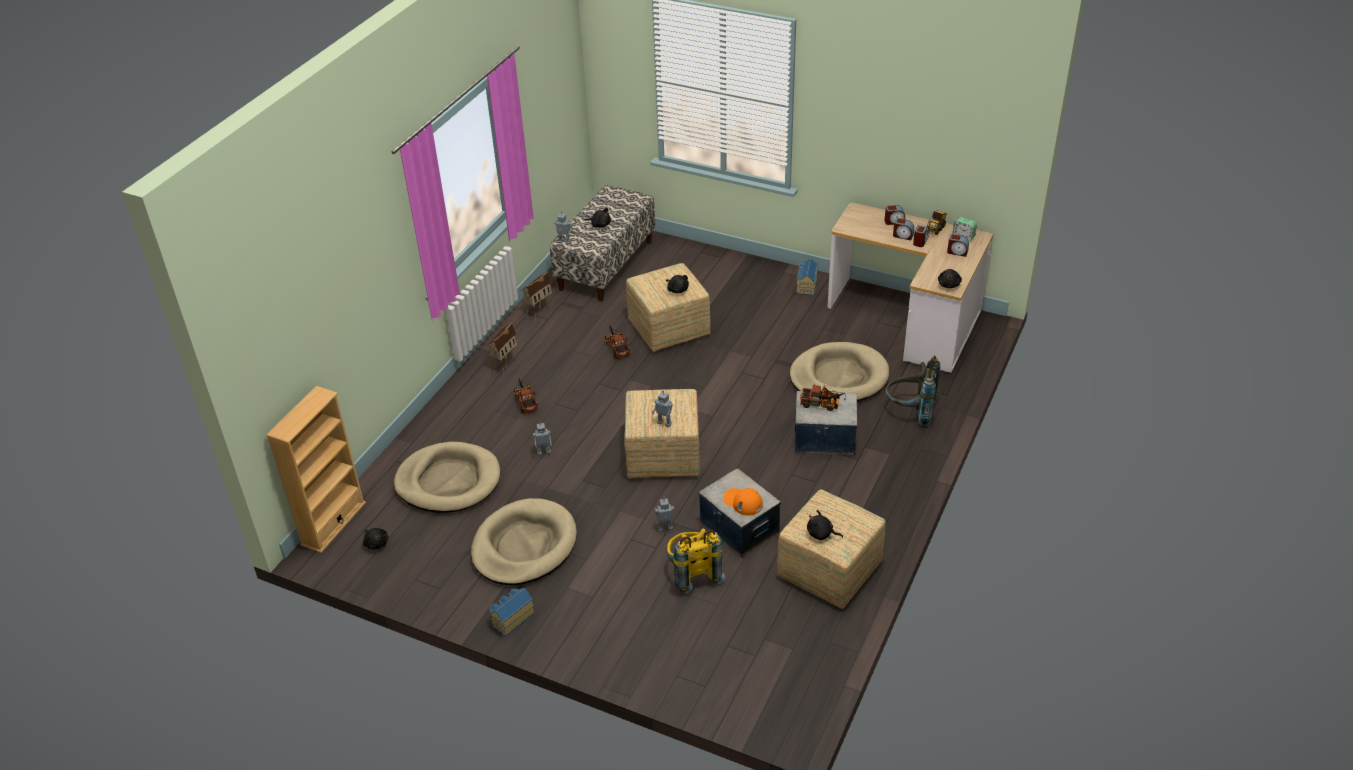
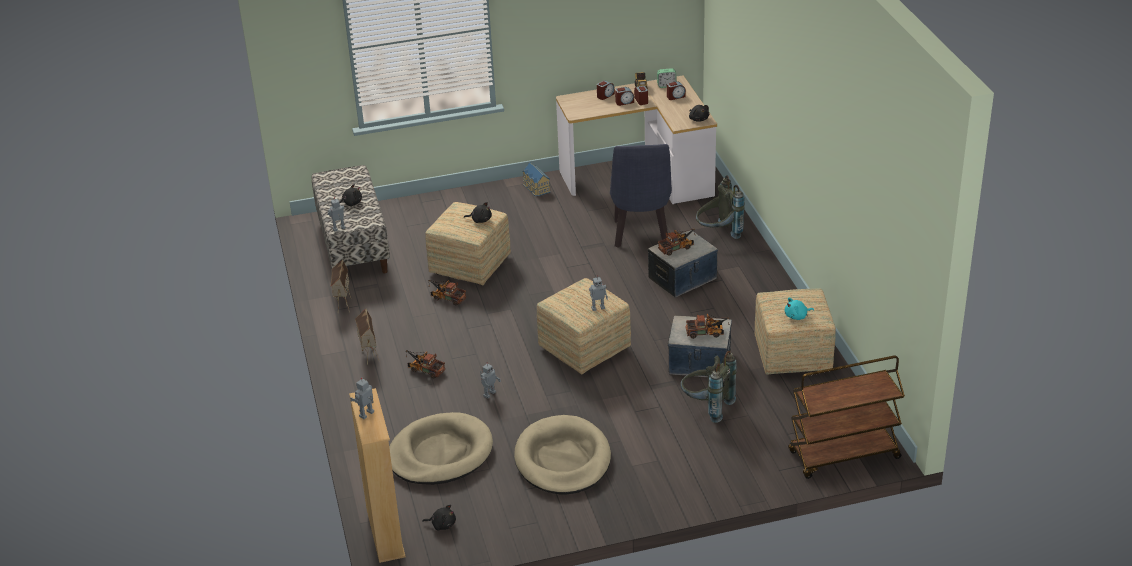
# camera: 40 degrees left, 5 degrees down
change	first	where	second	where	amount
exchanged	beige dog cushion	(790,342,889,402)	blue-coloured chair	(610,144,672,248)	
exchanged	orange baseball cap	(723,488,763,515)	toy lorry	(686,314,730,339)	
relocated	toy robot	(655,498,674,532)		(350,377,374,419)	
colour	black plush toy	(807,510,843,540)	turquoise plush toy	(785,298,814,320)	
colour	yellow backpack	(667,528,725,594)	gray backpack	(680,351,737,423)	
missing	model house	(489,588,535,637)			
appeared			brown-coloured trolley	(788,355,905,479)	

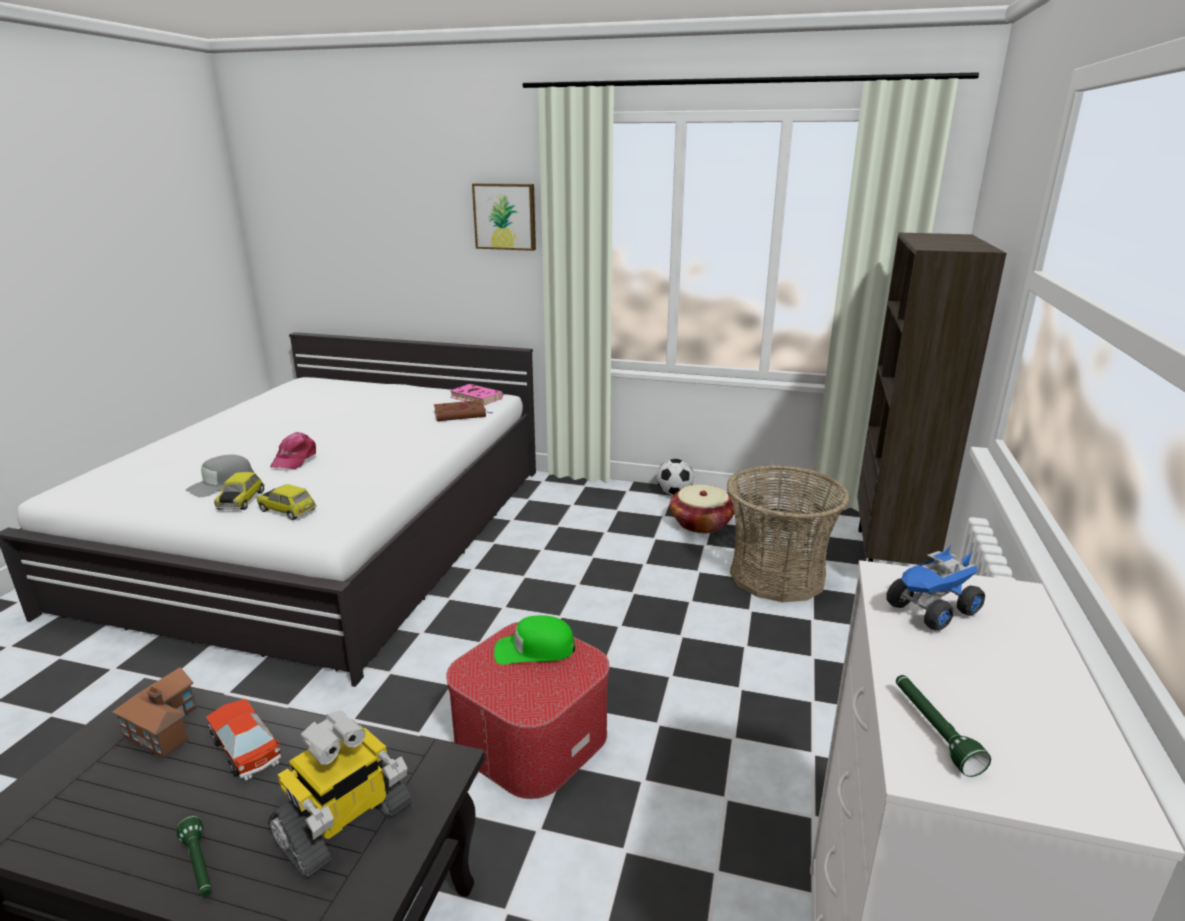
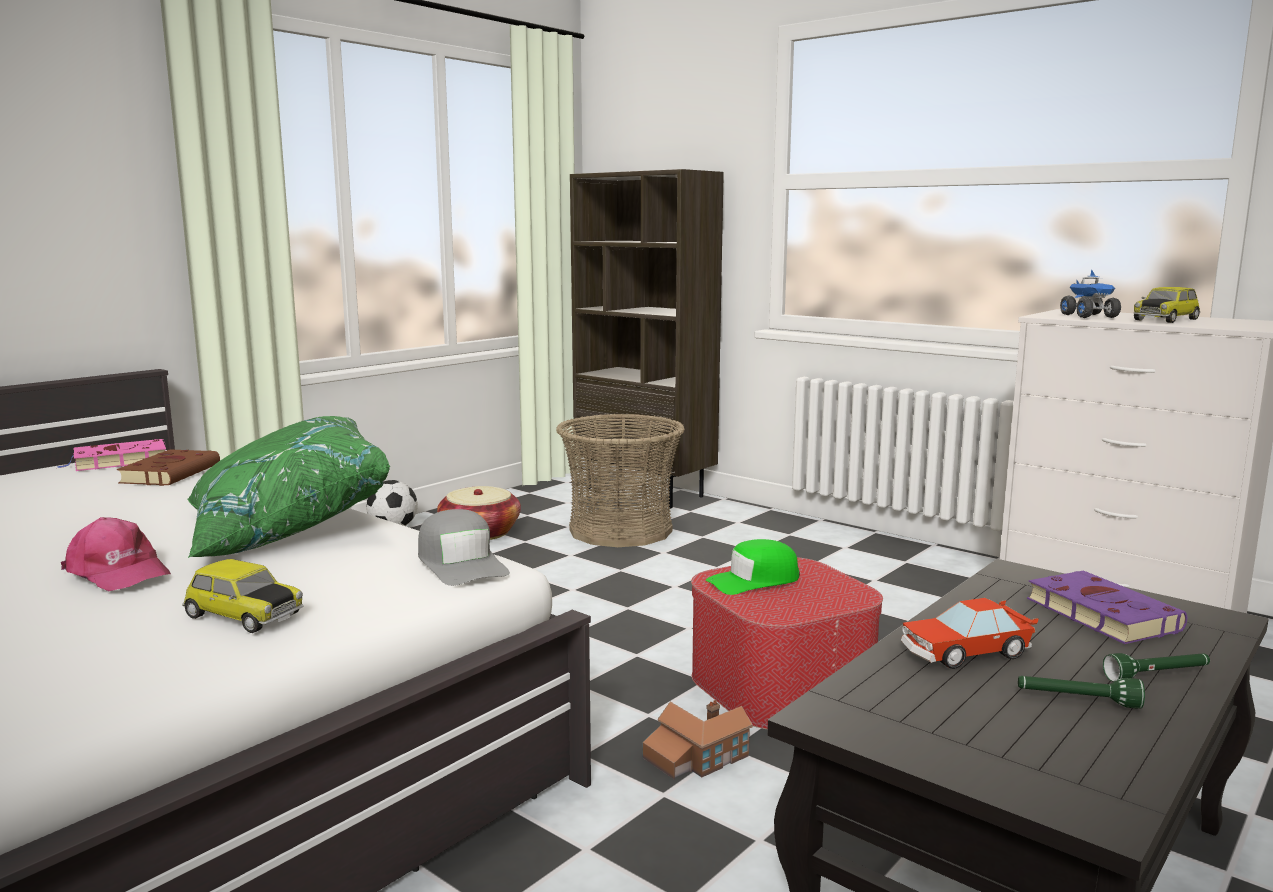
# camera: 65 degrees left, 10 degrees down
change	first	where	second	where	amount
missing	wall art	(472,183,536,251)			
relocated	gray baseball cap	(185,455,254,497)		(418,509,510,586)	
relocated	model car	(257,484,317,520)		(1133,287,1201,323)	
spun	green-coloured baseball cap	(494,615,575,665)		(706,539,800,595)	45 degrees clockwise
relocated	model house	(113,667,197,759)		(642,700,753,779)	
relocated	green-coloured flashlight	(896,675,991,777)		(1018,676,1145,709)	
exchanged	toy robot	(268,710,412,880)	purplish bound book	(1027,570,1187,644)	
appeared			green-coloured throw pillow	(188,416,390,558)	

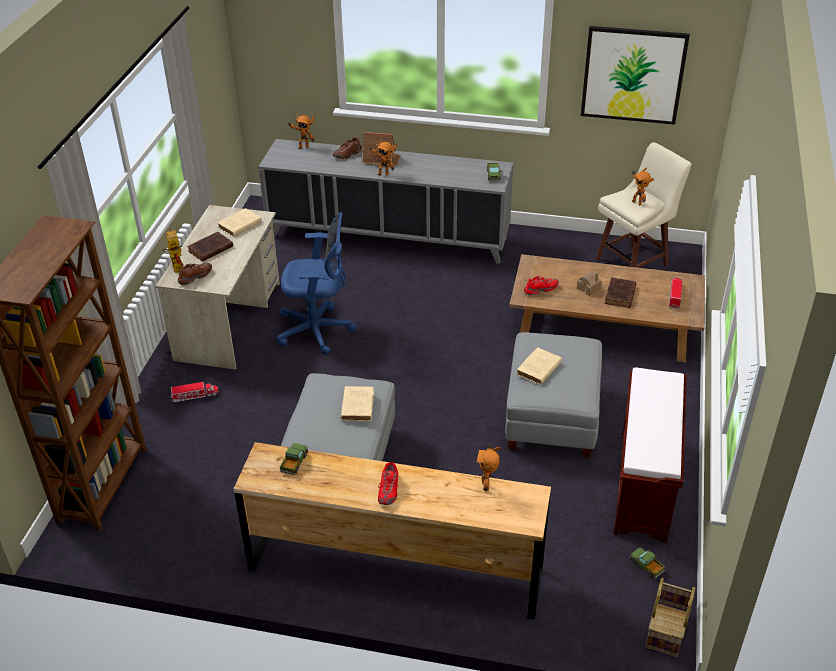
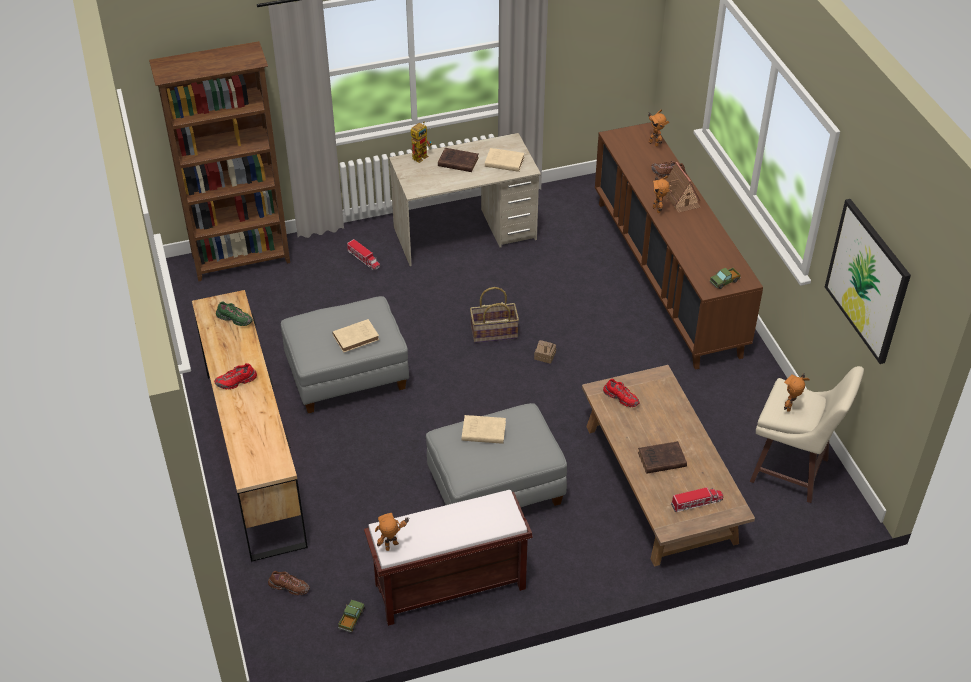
# camera: 60 degrees right, 5 degrees up
change	first	where	second	where	amount
colour	gray storage cabinet	(258,139,513,264)	brown-coloured storage cabinet	(595,122,763,370)	
missing	blue-coloured computer chair	(276,212,357,355)			
relocated	brown-coloured low shoe	(178,263,212,285)		(268,571,310,595)	
relocated	model house	(577,270,602,296)		(534,340,556,364)	
exchanged	toy lorry	(280,443,308,475)	green-coloured low shoe	(216,301,253,326)	
relocated	toy robot	(477,443,501,492)		(375,513,409,551)	
relocated	household basket	(645,578,695,658)		(470,287,519,343)	

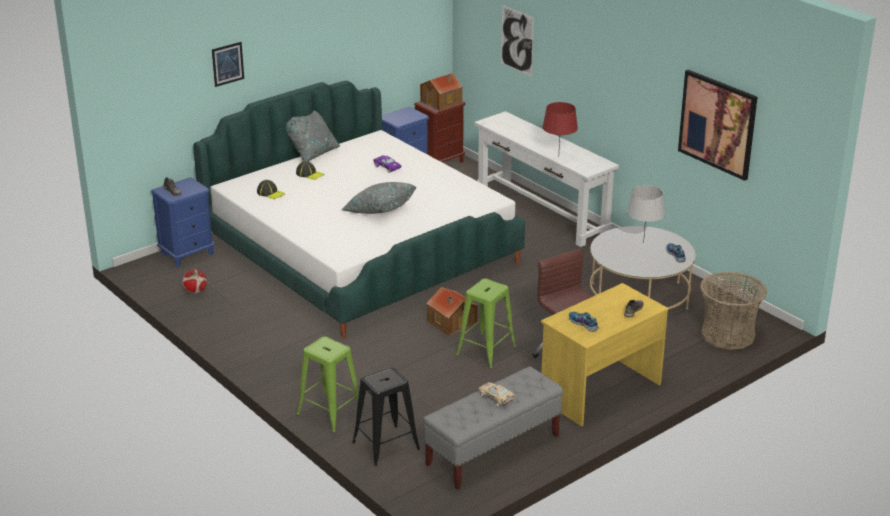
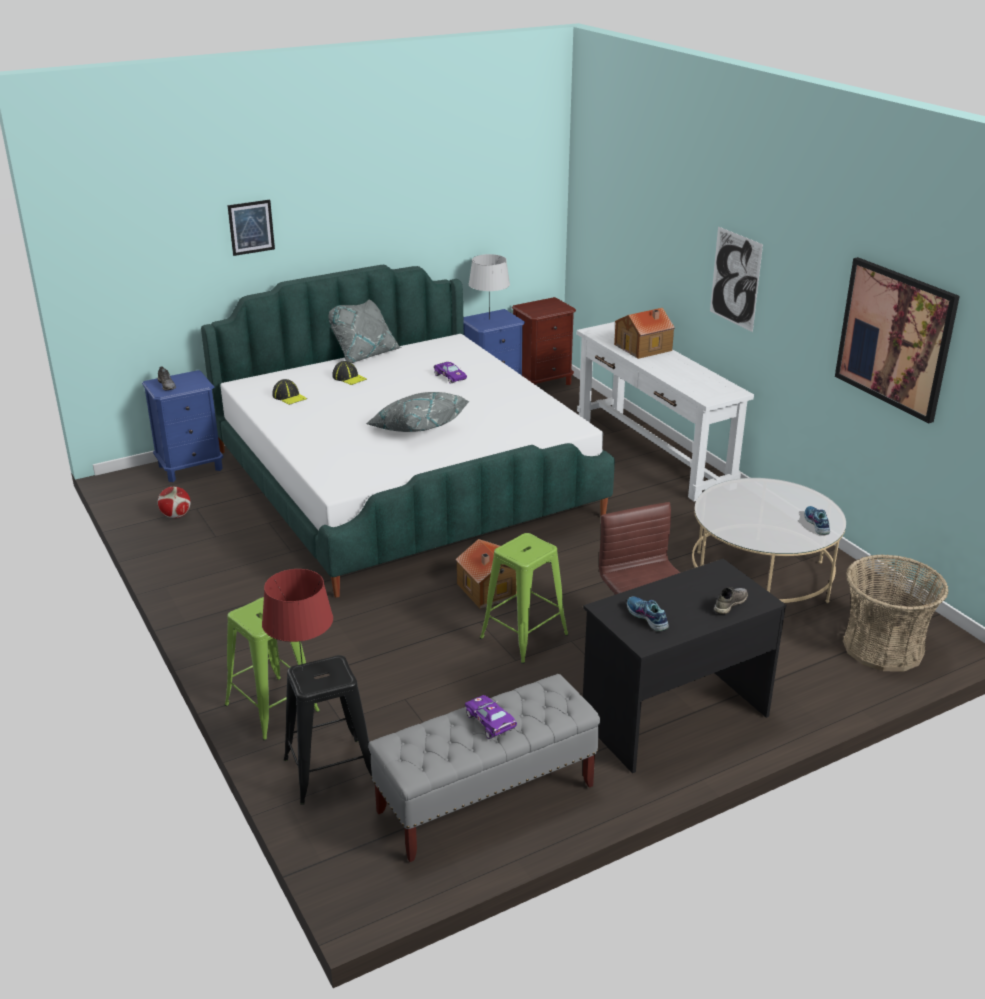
# camera: 10 degrees right, 0 degrees up
change	first	where	second	where	amount
relocated	wall art	(501,5,534,77)		(710,226,763,332)	
relocated	model house	(420,73,463,111)		(614,308,675,359)	
relocated	red-coloured tabletop lamp	(542,102,578,146)		(262,569,333,672)	
relocated	gray tabletop lamp	(627,185,665,243)		(469,254,510,320)	
colour	yellow desk	(541,283,668,427)	black desk	(583,559,786,773)	
colour	beige model car	(478,382,515,407)	purplish model car	(465,695,517,739)	

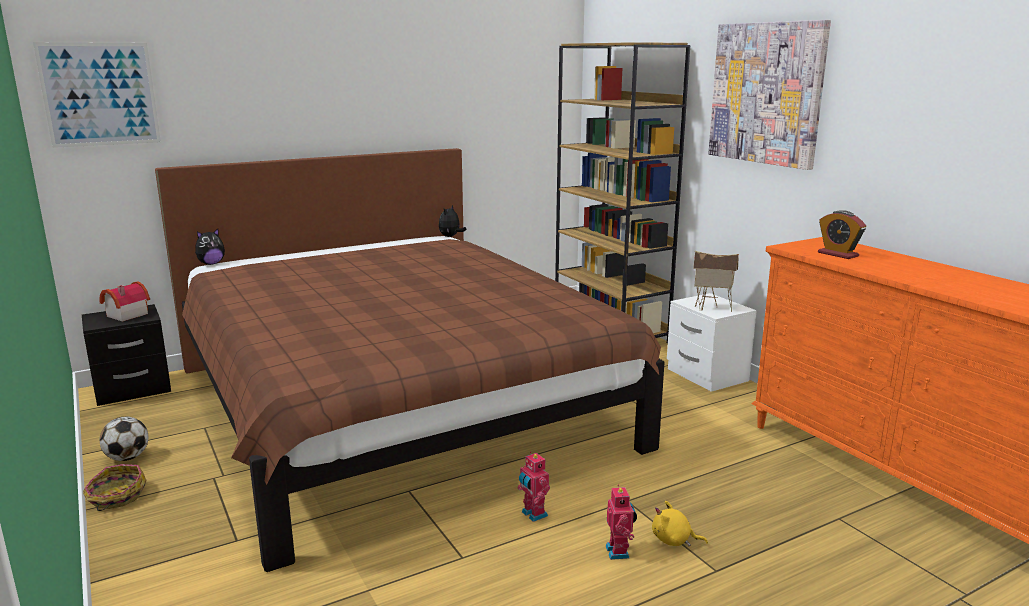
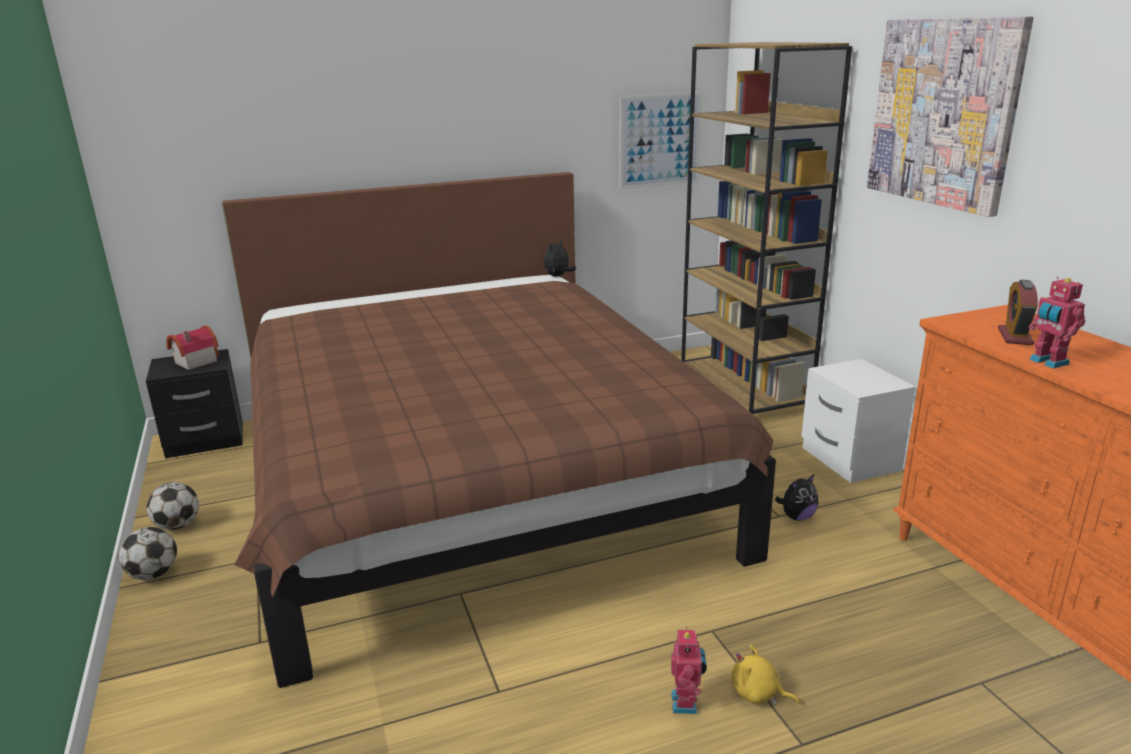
# camera: 10 degrees right, 5 degrees up
change	first	where	second	where	amount
relocated	wall art	(33,42,161,148)		(619,92,702,189)	
spun	table clock	(818,210,866,259)		(998,280,1038,345)	45 degrees clockwise
relocated	plush toy	(195,229,225,265)		(775,475,818,521)	
missing	model house	(693,251,739,312)			
relocated	toy robot	(518,452,550,522)		(1029,277,1085,368)	
exchanged	household basket	(83,464,147,511)	football ball	(119,527,177,580)	

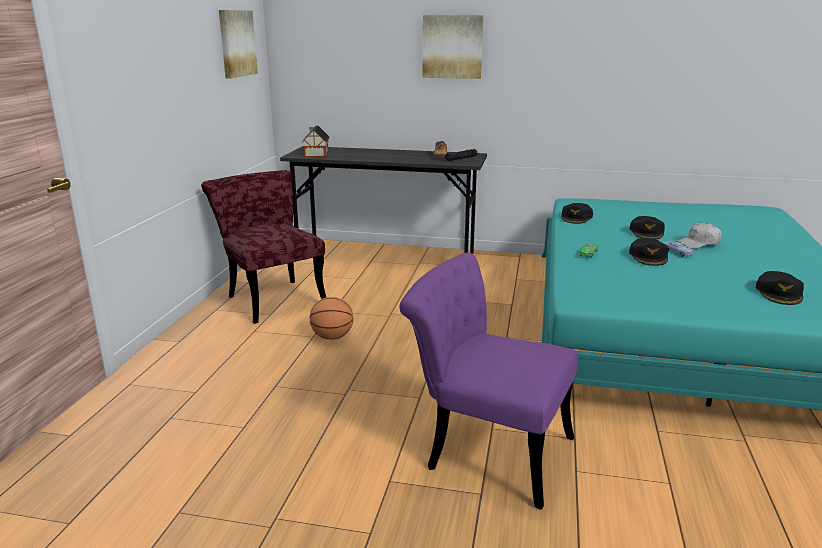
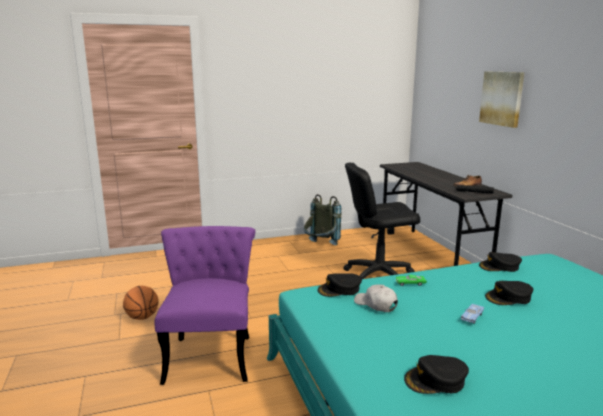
# camera: 60 degrees right, 5 degrees down
change	first	where	second	where	amount
missing	wall art	(219,10,258,79)			
missing	model house	(302,125,330,157)			
exchanged	red-coloured chair	(201,170,327,324)	gray backpack	(304,194,342,245)	
relocated	white-coloured baseball cap	(676,223,722,249)		(354,285,398,312)	
relocated	black baseball cap	(629,238,668,266)		(318,273,362,297)	
relocated	basketball ball	(309,297,354,340)		(123,286,159,320)	
appeared			black computer chair	(343,163,420,279)	

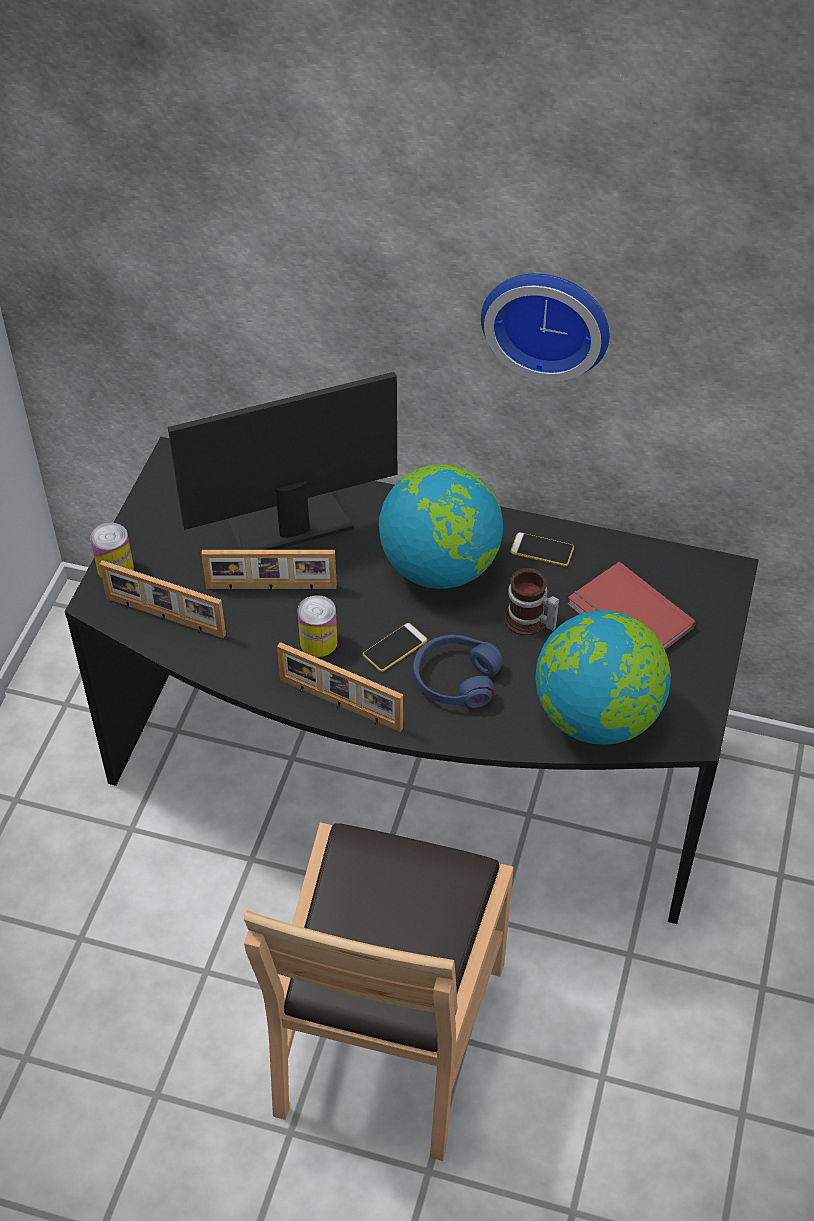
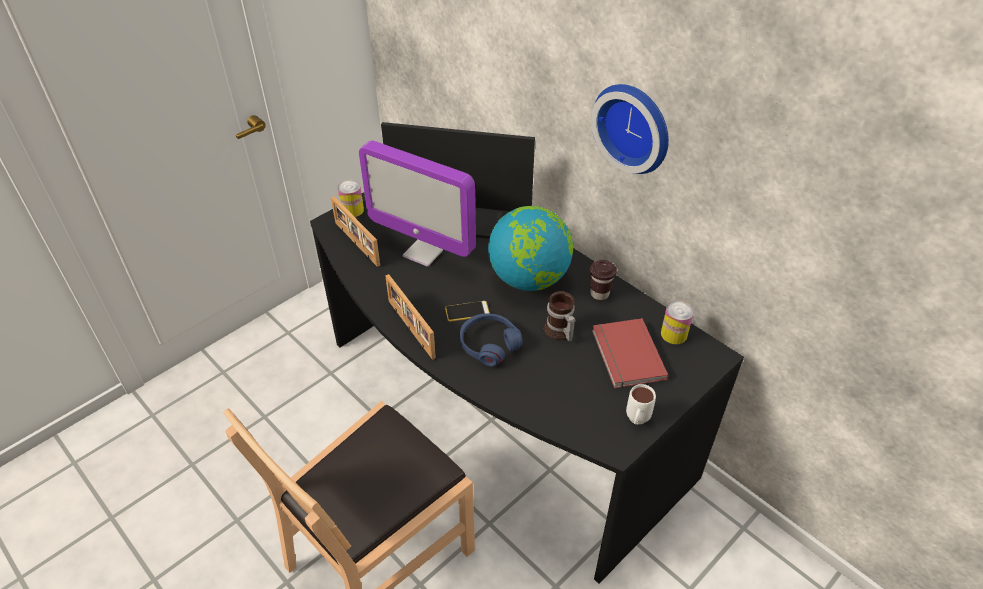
# camera: 30 degrees right, 5 degrees down
change	first	where	second	where	amount
exchanged	handset	(510,532,574,566)	brown-coloured small cup	(590,260,617,300)	
exchanged	photo frame	(201,550,337,591)	computer screen	(359,140,476,267)	
relocated	metal can	(297,595,338,657)		(661,301,694,344)	
missing	world globe	(535,610,671,745)			
appeared			white-coloured tea mug	(626,384,656,425)	

